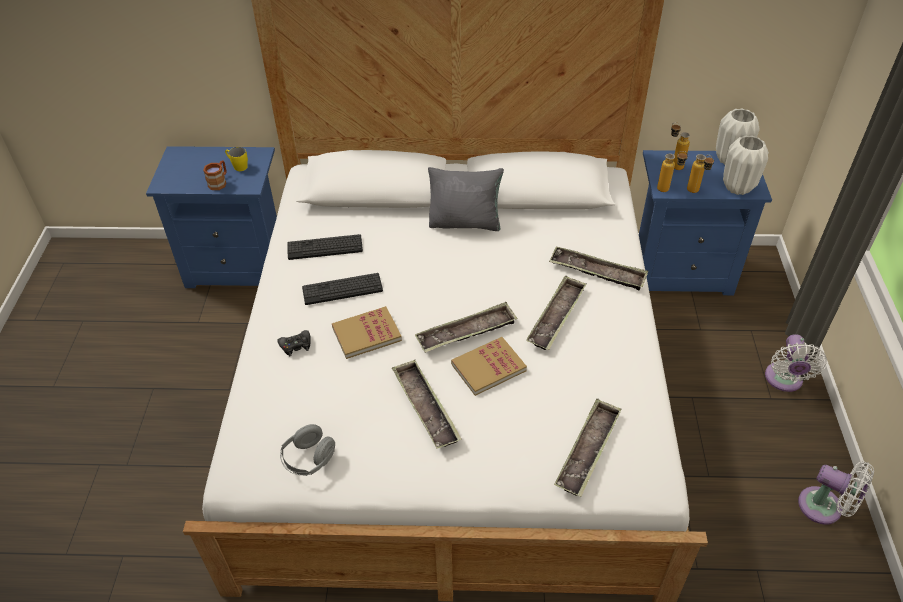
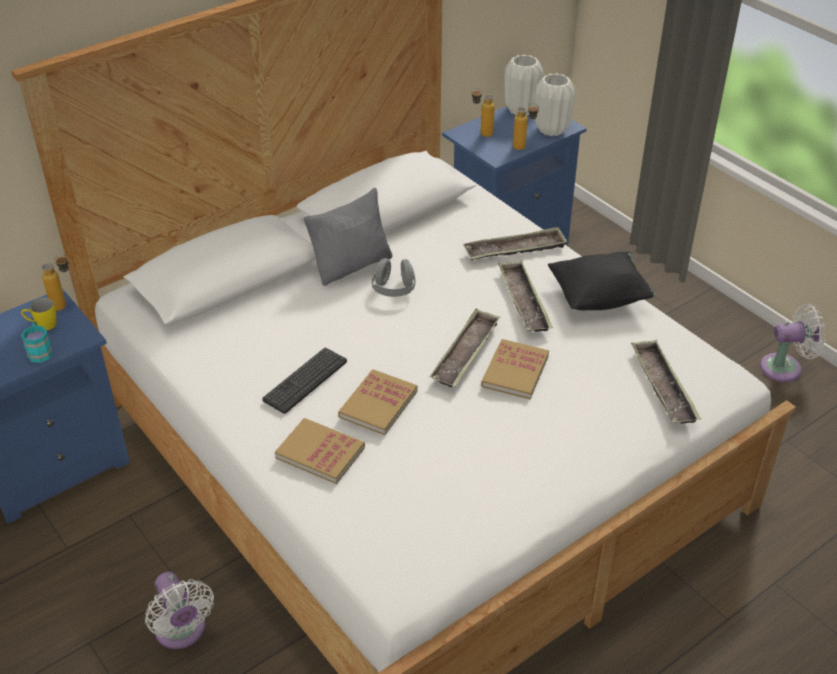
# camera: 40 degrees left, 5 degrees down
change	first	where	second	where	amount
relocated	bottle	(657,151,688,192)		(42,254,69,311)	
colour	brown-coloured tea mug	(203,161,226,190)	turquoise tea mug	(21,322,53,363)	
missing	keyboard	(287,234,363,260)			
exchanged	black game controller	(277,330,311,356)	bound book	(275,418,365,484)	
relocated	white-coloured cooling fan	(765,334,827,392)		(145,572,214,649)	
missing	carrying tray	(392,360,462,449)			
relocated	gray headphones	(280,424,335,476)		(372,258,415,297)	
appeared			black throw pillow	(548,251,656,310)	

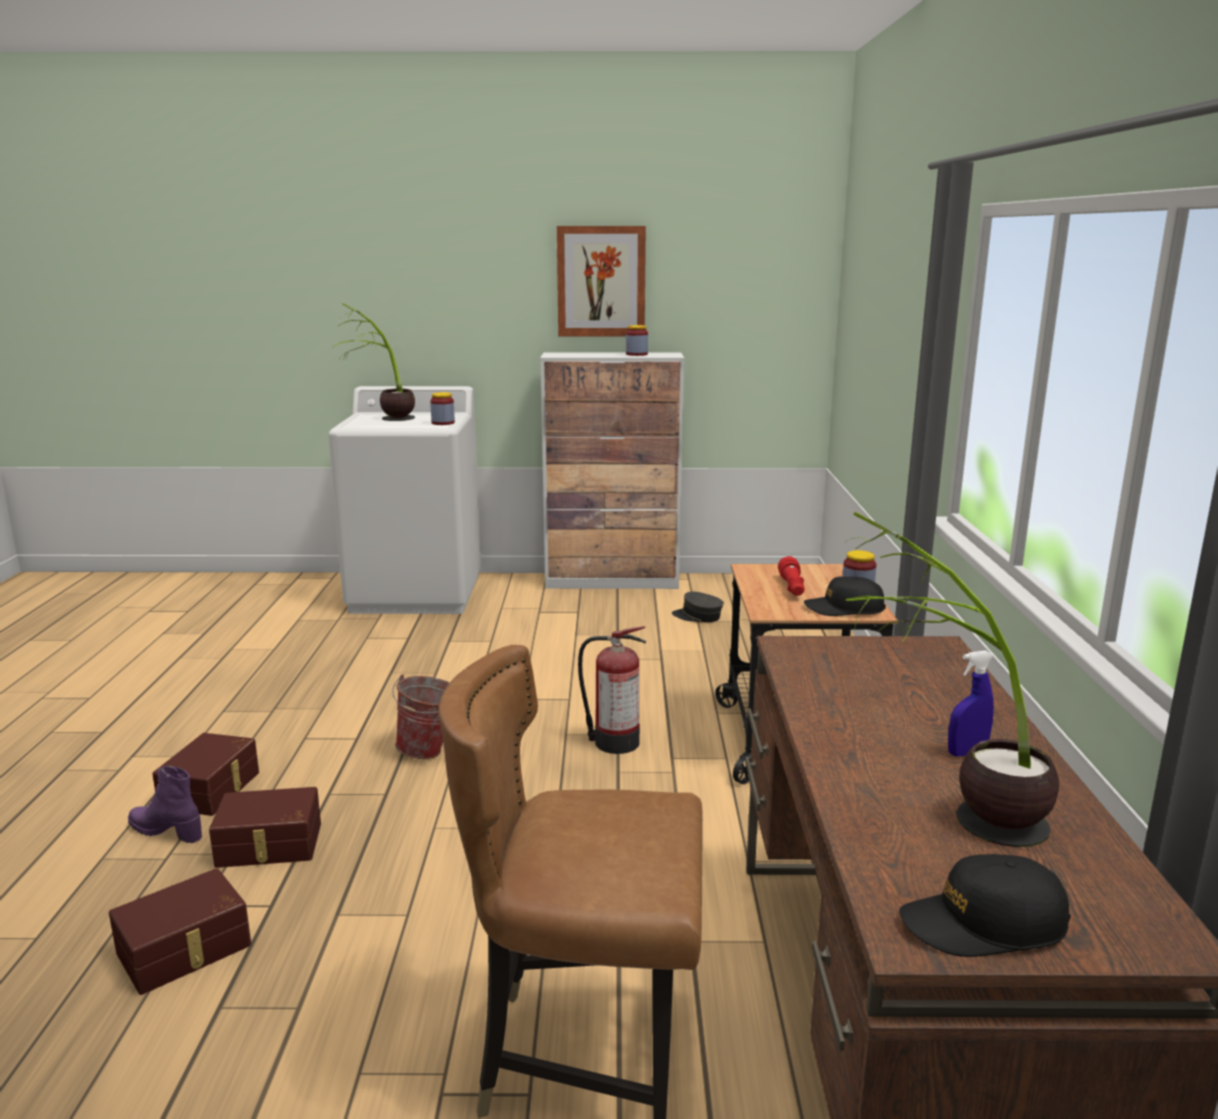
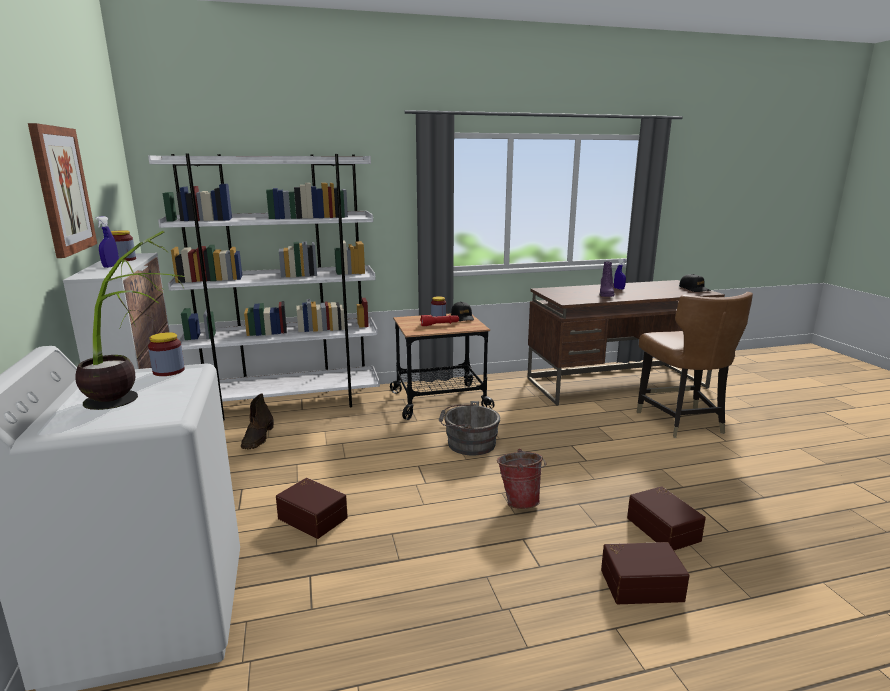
# camera: 105 degrees left, 0 degrees up
change	first	where	second	where	amount
missing	potted plant	(845,512,1059,847)			
exchanged	gray baseball cap	(672,592,724,622)	brown-coloured high-top boot	(241,393,274,449)	
exchanged	extinguisher	(578,626,647,754)	gray water bucket	(439,401,500,455)	
relocated	purplish high-top boot	(128,766,202,843)		(600,262,614,297)	
relocated	brown-coloured storage bin	(109,868,251,995)		(276,478,348,539)	
appeared			white-coloured shelving unit	(148,153,380,421)	
appeared			blue-coloured hand sprayer	(95,216,119,268)	

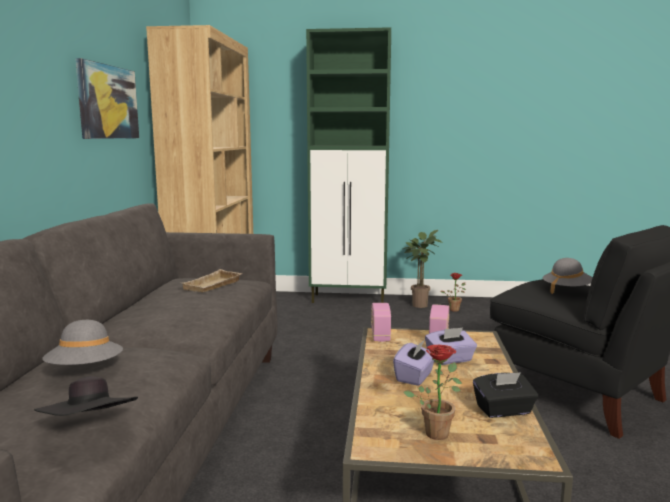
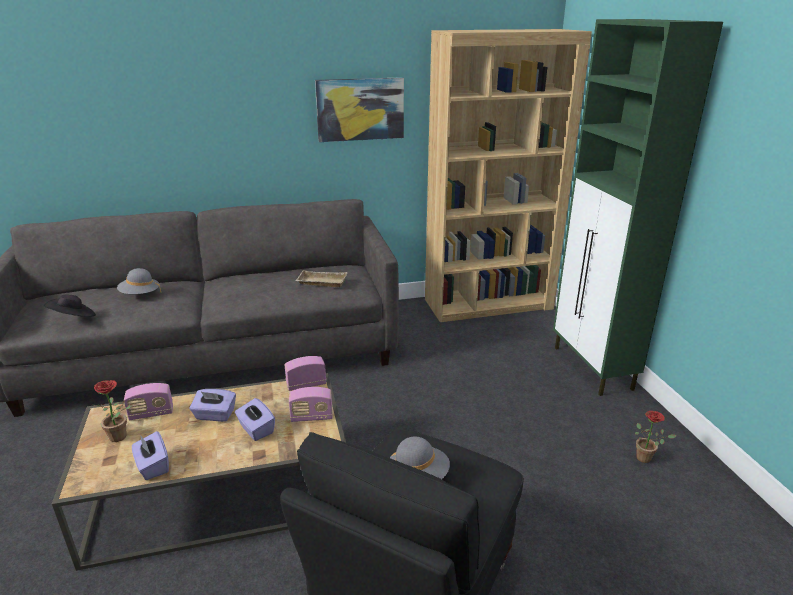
# camera: 70 degrees right, 15 degrees up
change	first	where	second	where	amount
missing	potted plant	(403,230,442,308)			
colour	black box of tissues	(473,372,538,418)	purplish box of tissues	(132,431,169,480)	
appeared			radio set	(124,383,173,420)	

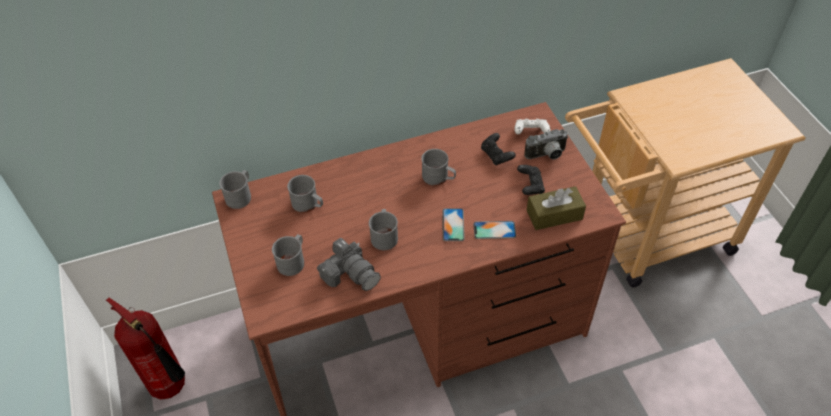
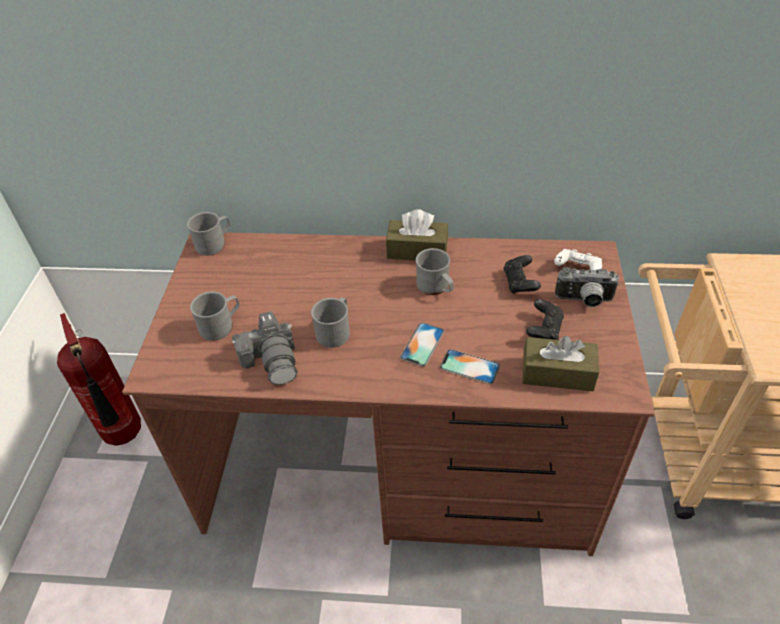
# camera: 25 degrees right, 5 degrees down
change	first	where	second	where	amount
missing	gray tea mug	(287,175,323,212)			
appeared			brown-coloured box of tissues	(386,209,448,261)	

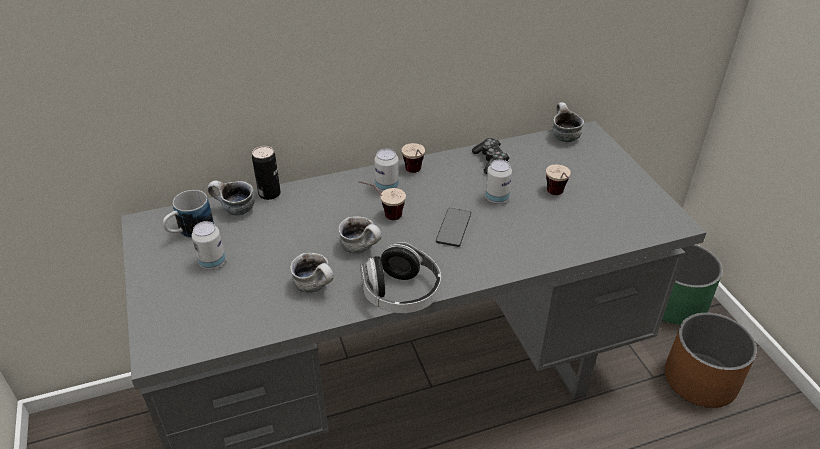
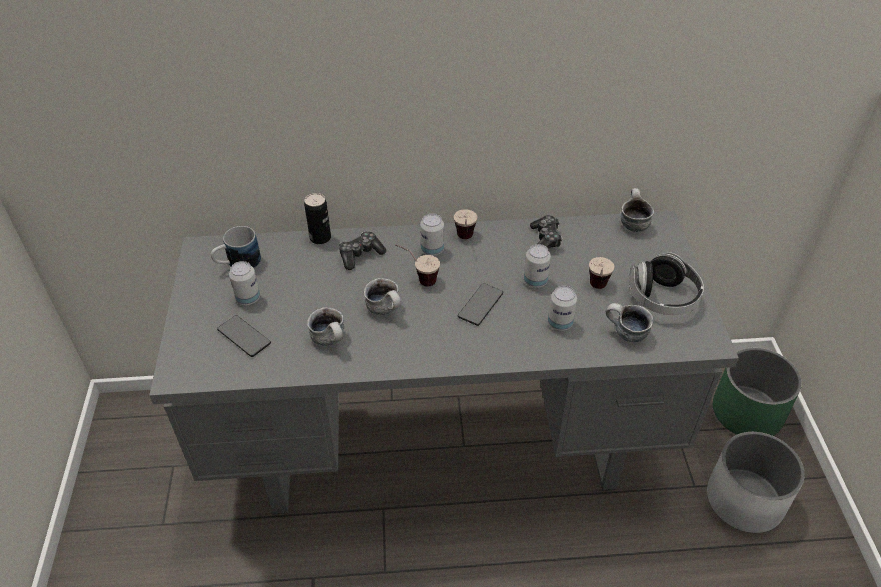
# camera: 15 degrees right, 5 degrees up
change	first	where	second	where	amount
relocated	tea mug	(207,181,255,215)		(606,303,654,342)	
relocated	headphones	(360,242,441,313)		(629,252,704,315)	
colour	brown-coloured plant pot	(665,313,757,408)	white-coloured plant pot	(707,432,804,533)	
appeared			game controller	(339,232,386,270)	
appeared			metal can	(548,286,577,331)	
appeared			handset	(217,315,271,357)	

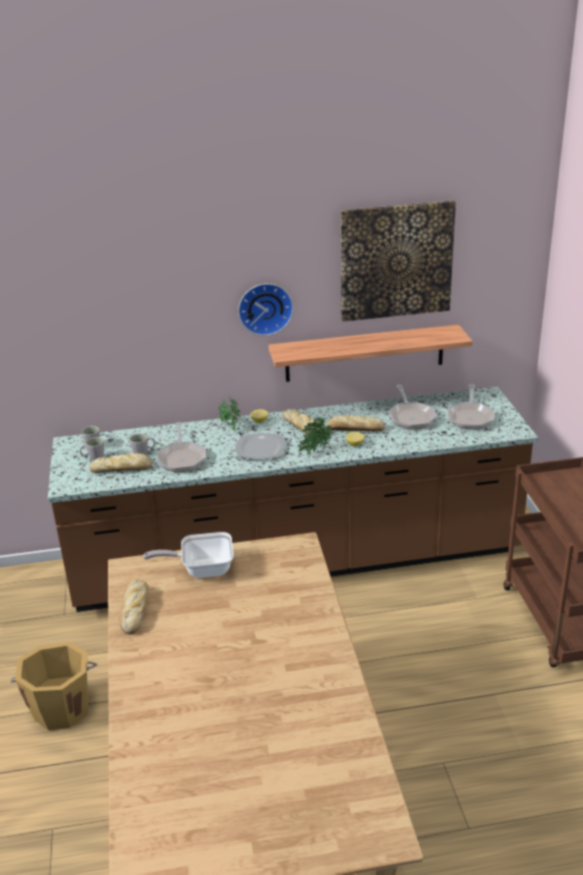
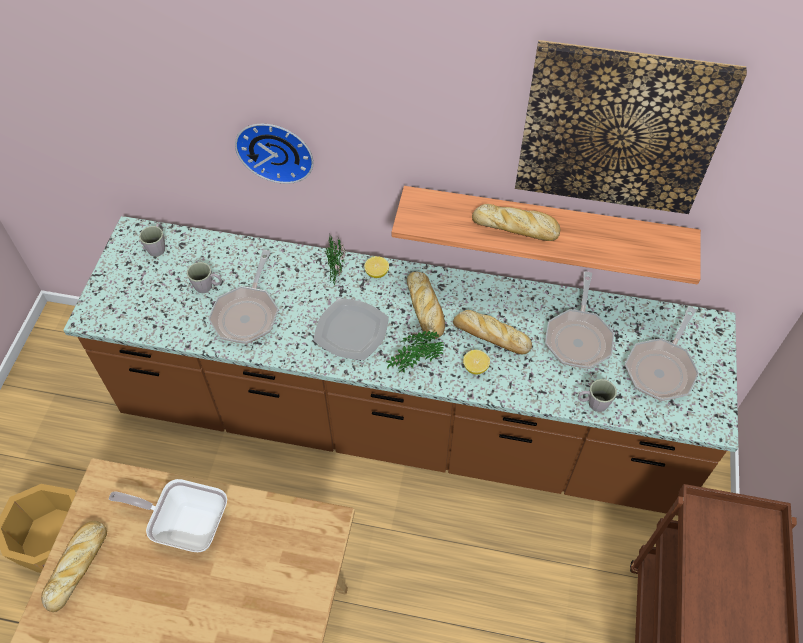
# camera: 20 degrees right, 25 degrees up
change	first	where	second	where	amount
relocated	hanging clock	(238,283,293,336)		(235,124,314,184)	
relocated	gray tea mug	(79,437,104,461)		(578,379,617,412)	
relocated	bread	(90,453,152,473)		(472,204,560,241)	

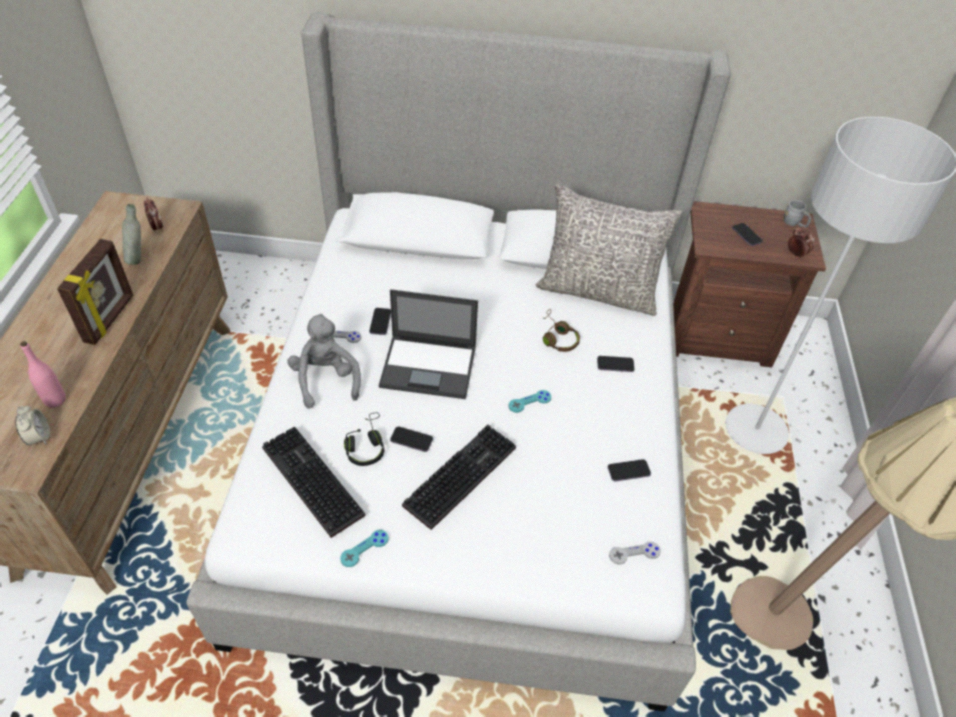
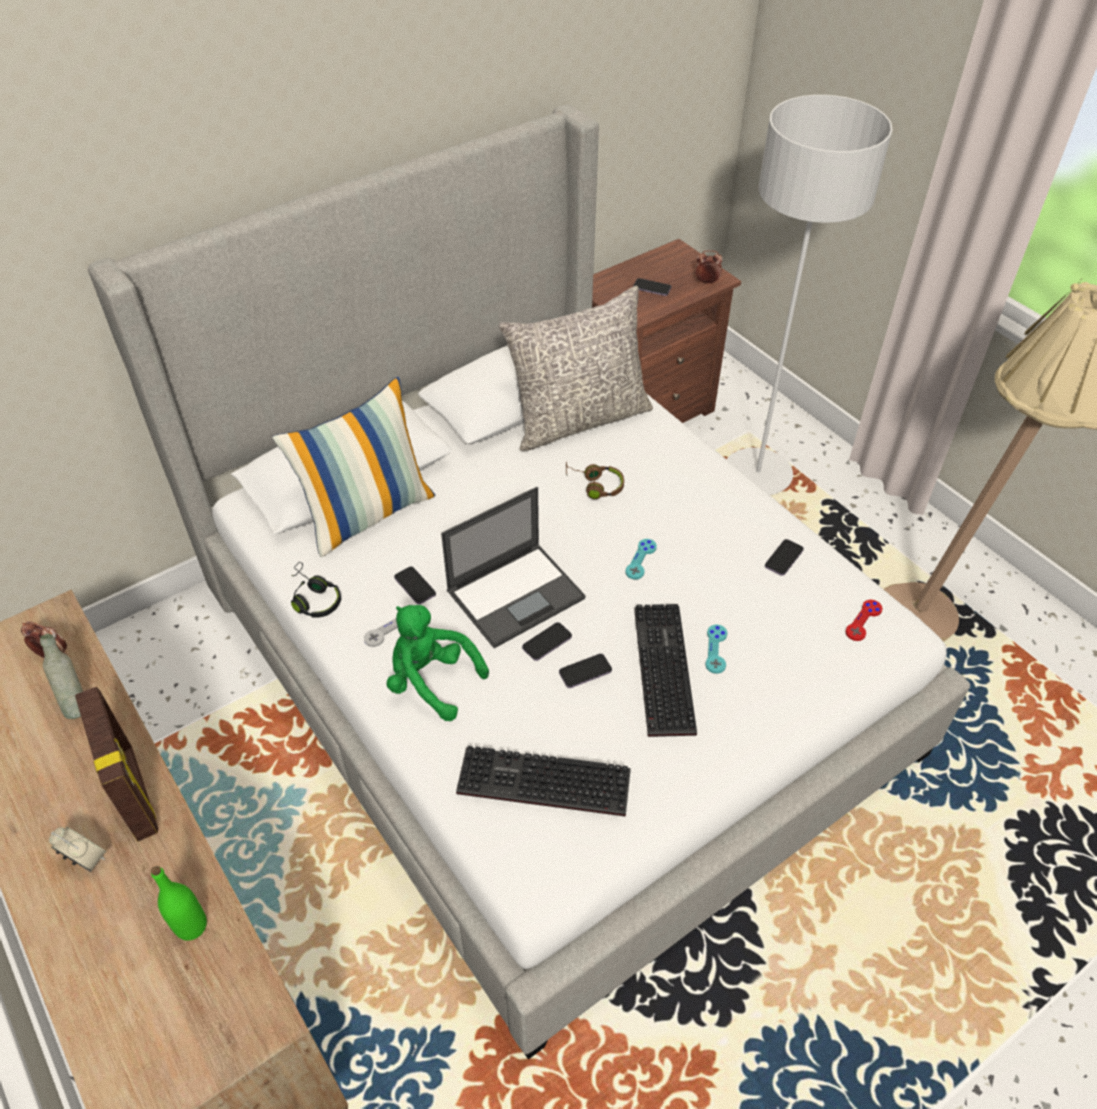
# camera: 40 degrees left, 0 degrees up
change	first	where	second	where	amount
missing	gray tea mug	(784,200,811,227)			
colour	gray plush toy	(287,314,361,409)	green-coloured plush toy	(387,605,489,721)	
colour	pink bottle	(20,341,66,408)	green-coloured bottle	(151,866,207,941)	
relocated	handset	(597,356,635,372)		(522,622,572,661)	
relocated	table clock	(15,406,50,445)		(49,827,107,872)	
relocated	black headphones	(344,412,384,466)		(291,562,341,618)	
relocated	turquoise game controller	(340,530,389,567)		(705,624,728,674)	
colour	gray game controller	(609,542,661,565)	red-coloured game controller	(845,600,883,641)	
appeared			throw pillow	(272,377,435,557)	

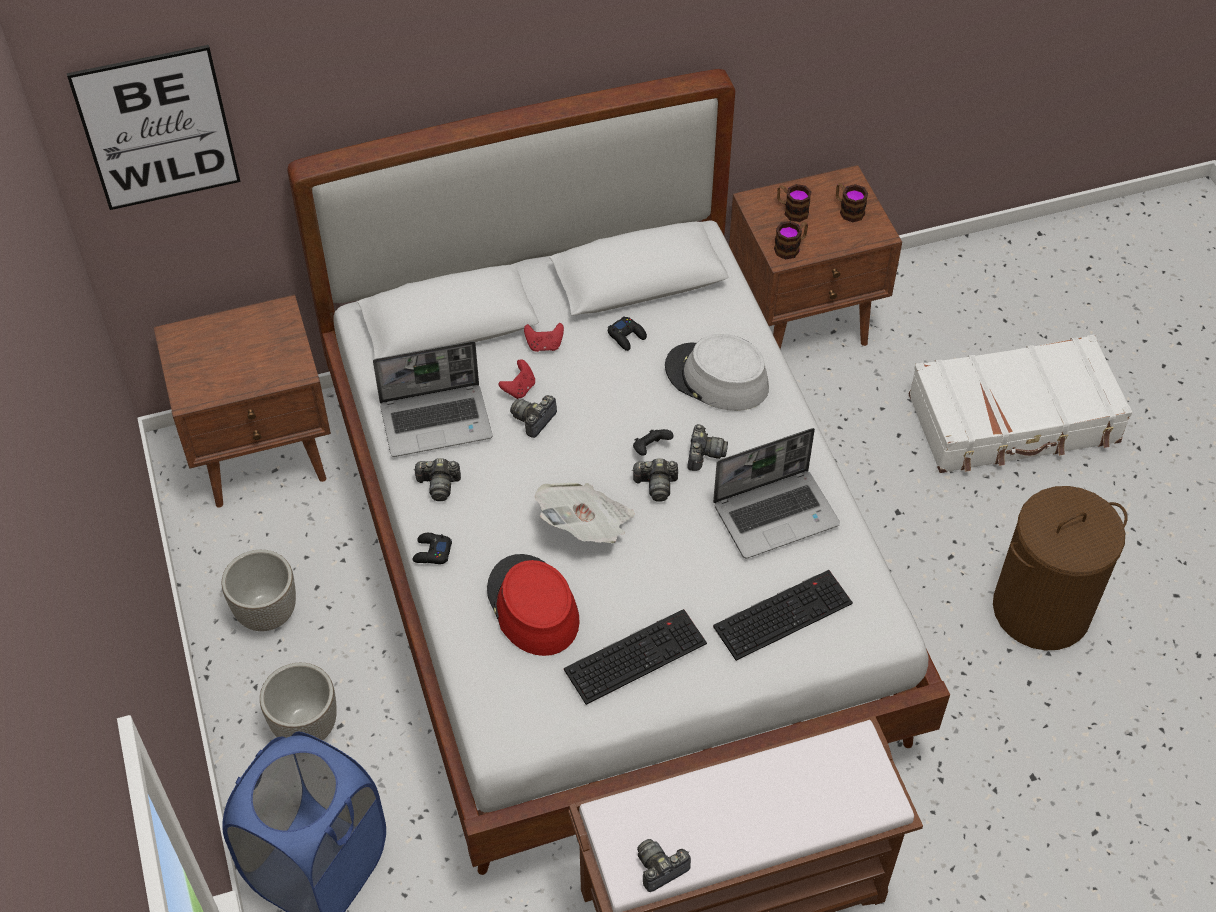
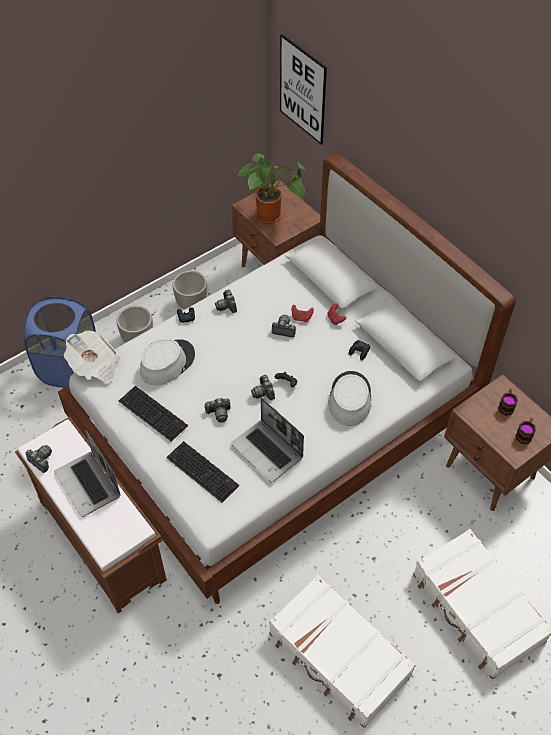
# camera: 70 degrees right, 0 degrees up
change	first	where	second	where	amount
missing	tea mug	(774,221,808,260)			
relocated	notebook computer	(373,341,493,457)		(54,430,121,517)	
relocated	photo camera	(687,424,728,471)		(204,398,231,423)	
relocated	daily paper	(535,483,635,544)		(64,331,120,383)	
exchanged	brown-coloured washing basket	(993,486,1127,650)	white-coloured suitcase	(269,575,416,728)	
colour	red-coloured wearable hat	(487,554,580,656)	gray wearable hat	(140,339,195,385)	
appeared			potted plant	(233,153,306,224)	

